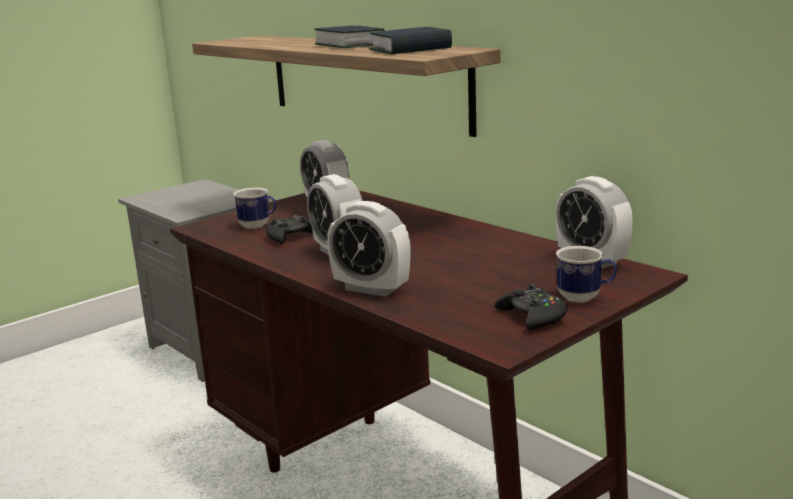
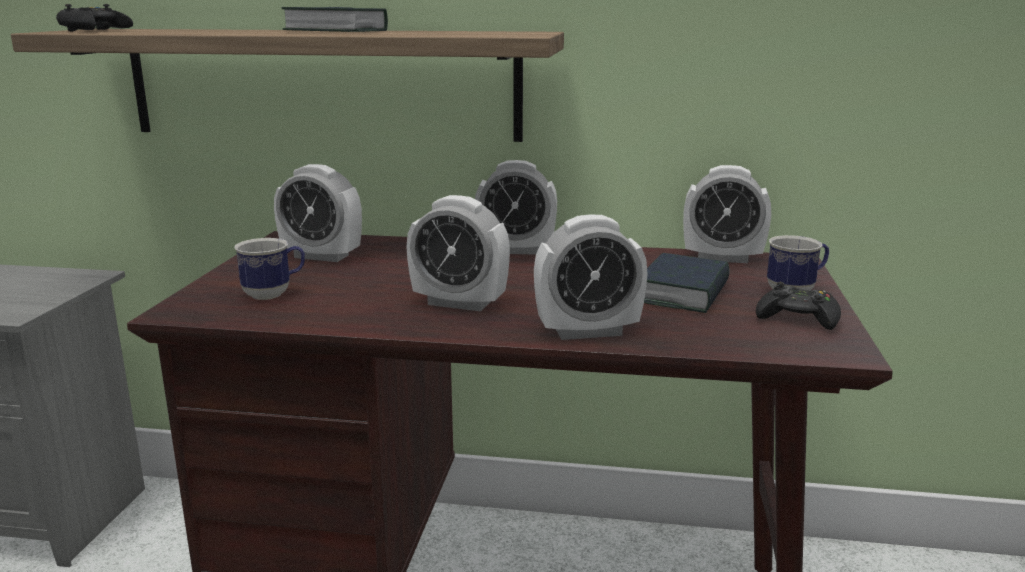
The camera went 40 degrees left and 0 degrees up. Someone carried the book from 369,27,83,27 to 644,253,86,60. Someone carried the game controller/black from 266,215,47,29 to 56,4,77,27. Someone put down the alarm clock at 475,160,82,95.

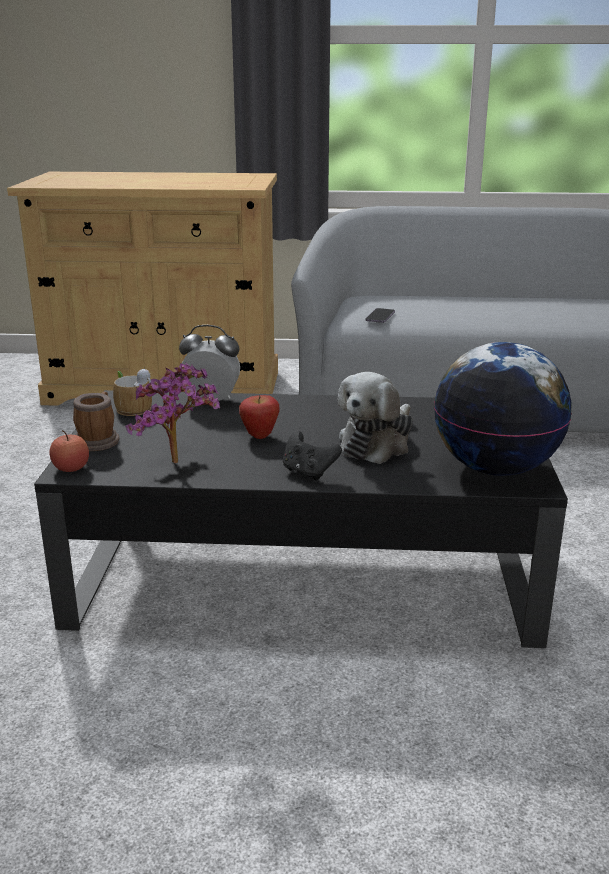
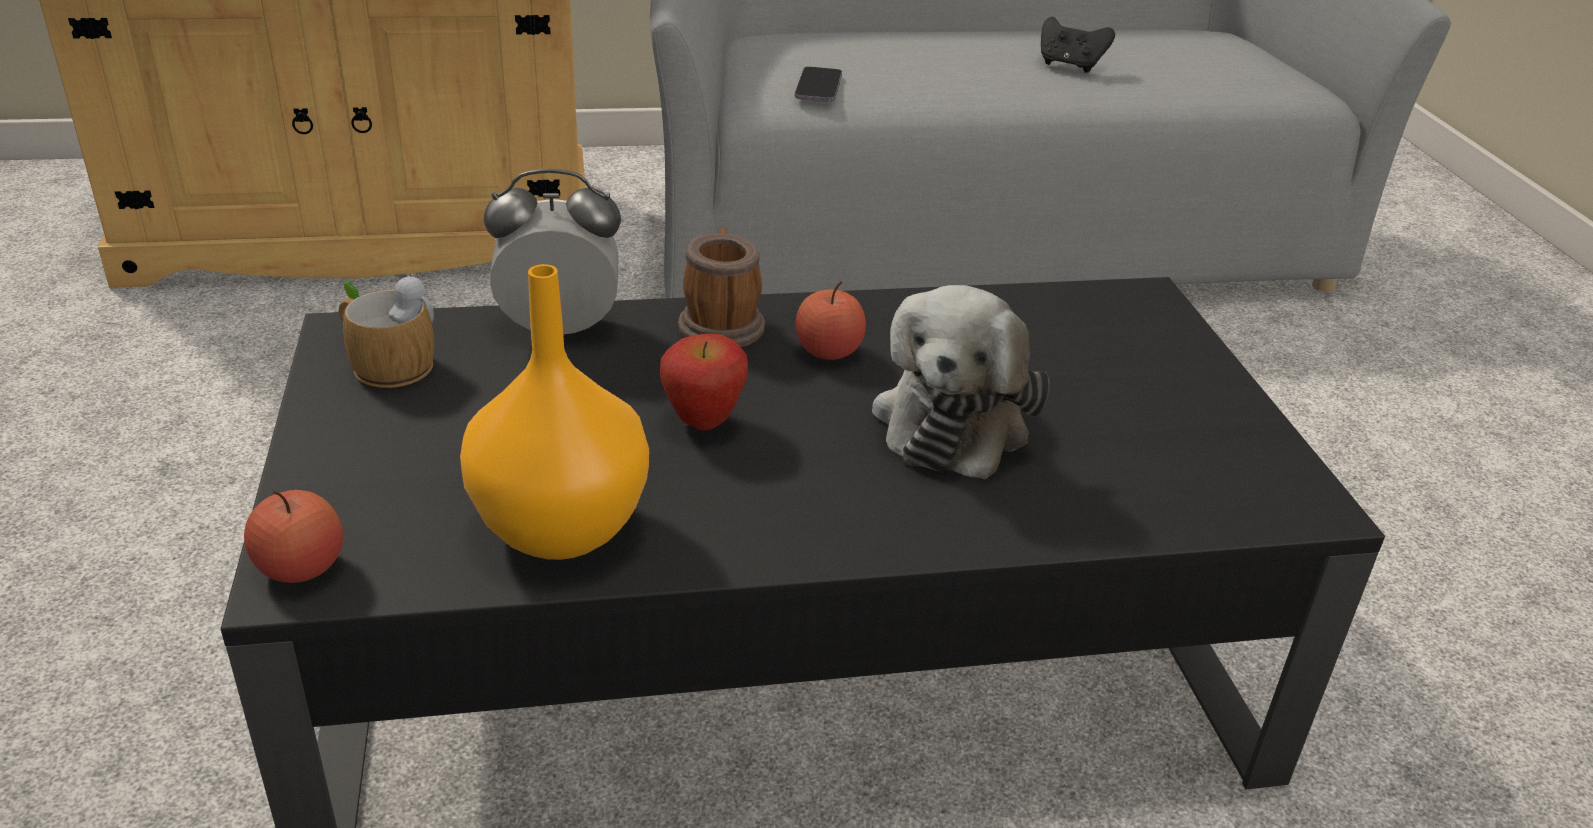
The camera went 15 degrees left and 10 degrees up. Someone took away the globe at 434,342,138,134. Someone swapped the potted plant at 125,362,95,101 for the vase/orange at 460,264,189,296. Someone carried the mug from 73,392,47,59 to 678,228,87,119. Someone carried the game controller/black from 283,431,59,50 to 1041,17,74,56. Someone put down the apple at 796,281,70,79.

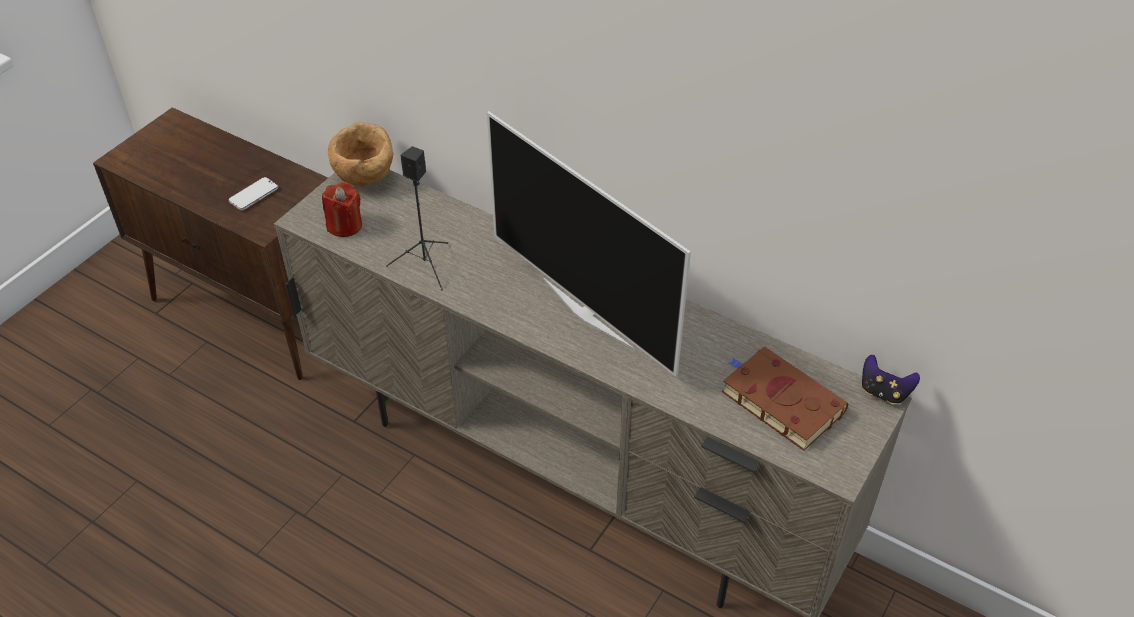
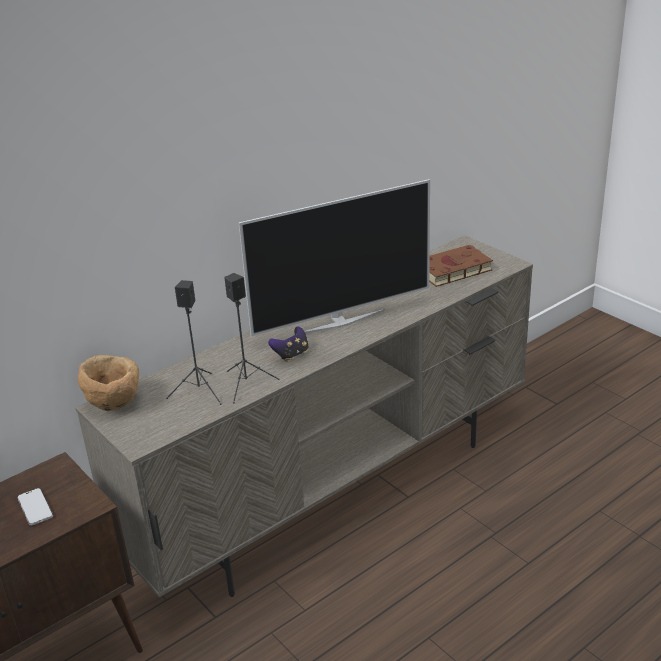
The camera went 70 degrees left and 15 degrees down. Someone took away the candle/red at 322,182,40,55. Someone carried the game controller from 862,355,58,49 to 268,327,41,35. Someone put down the speaker/black at 166,280,56,125.

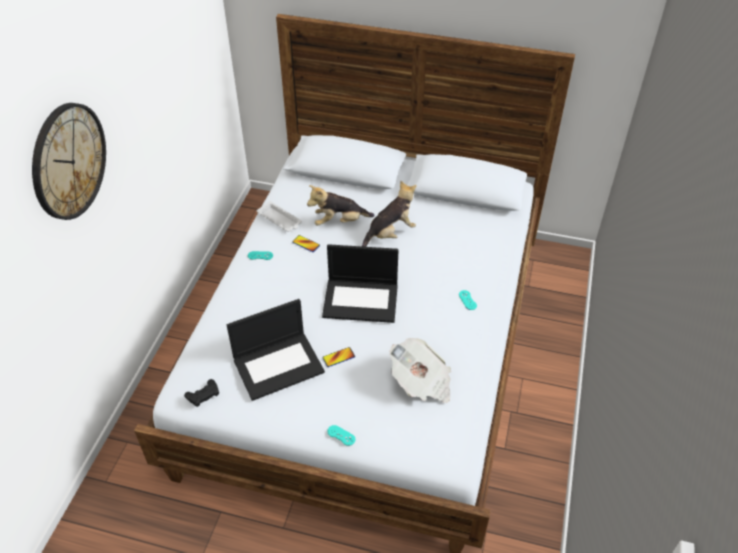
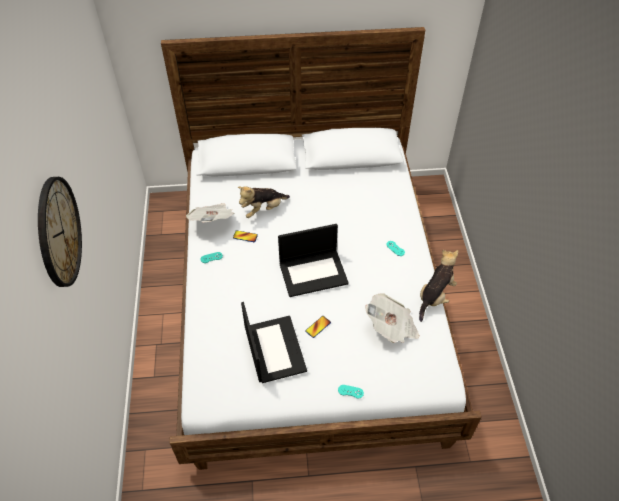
The camera went 20 degrees left and 5 degrees up. Someone carried the plush toy from 362,181,55,66 to 419,250,39,72. Someone swapped the tray/white at 257,201,45,31 for the newspaper at 186,203,49,20. Someone rotated the laptop at 227,299,98,102 by 60 degrees counterclockwise. Someone took away the game controller/black at 184,379,35,28.

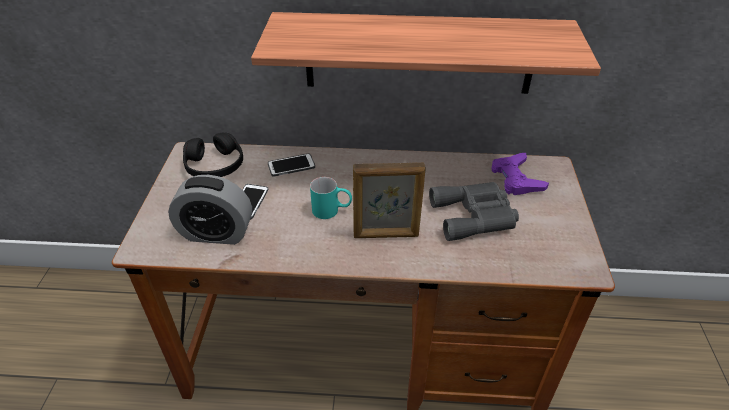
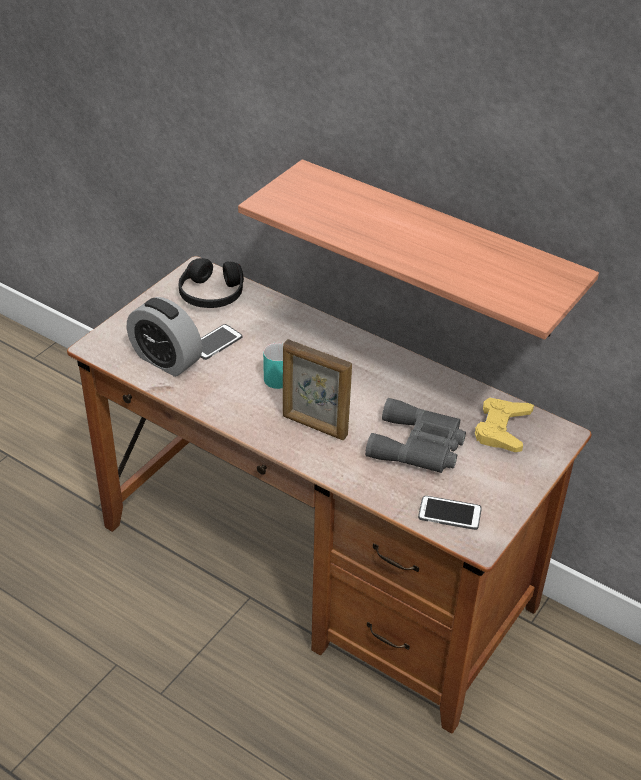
The camera went 30 degrees right and 0 degrees up. Someone repainted the game controller/purple at 492,153,57,42, which became the game controller/yellow at 475,398,59,54. Someone carried the phone from 268,154,47,22 to 418,496,64,34.

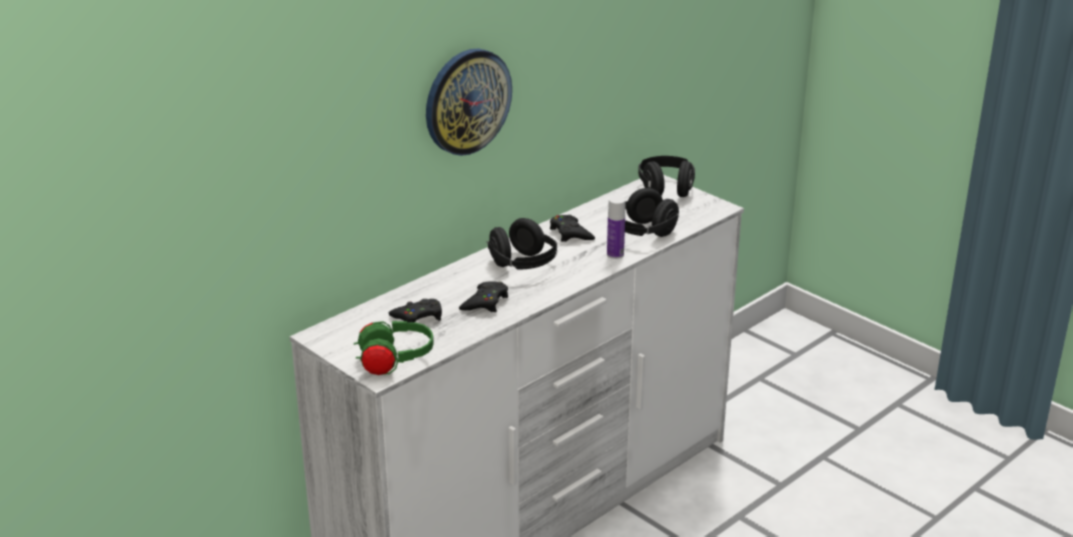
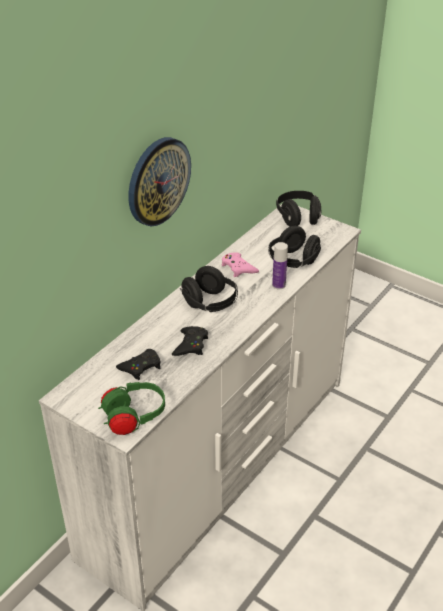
The camera went 10 degrees left and 10 degrees up. Someone repainted the game controller/black at 550,215,45,27, which became the game controller/pink at 222,252,37,25.

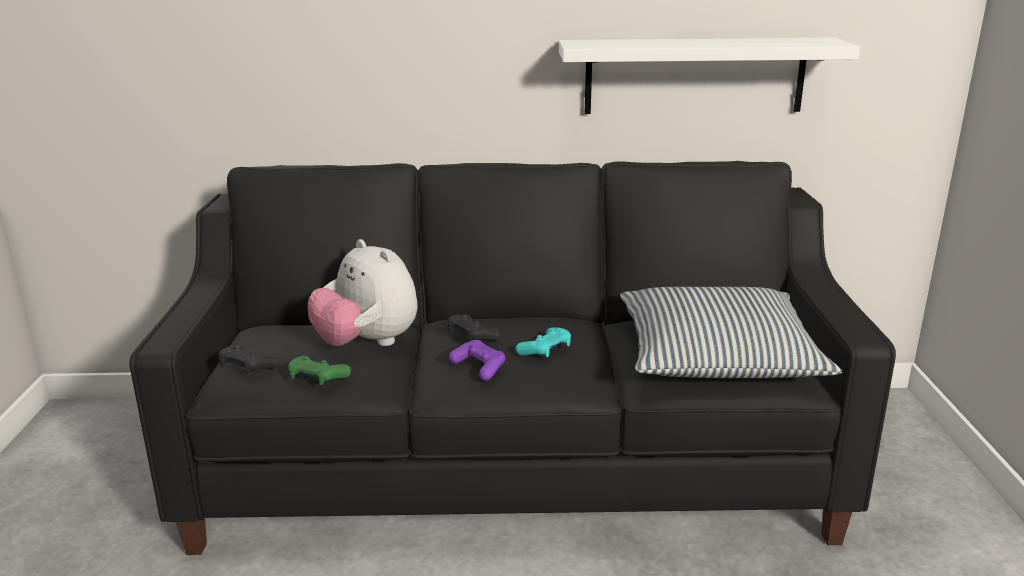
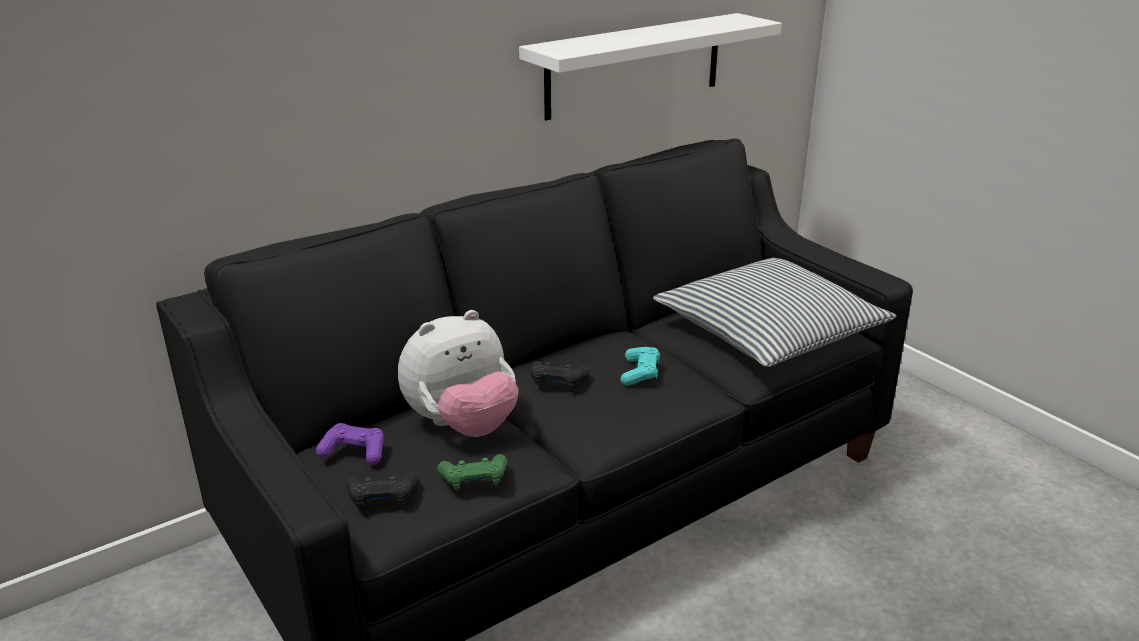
The camera went 35 degrees left and 5 degrees up. Someone rotated the plush toy at 308,239,109,107 by 45 degrees counterclockwise. Someone carried the game controller/purple from 449,340,56,41 to 316,423,68,42.

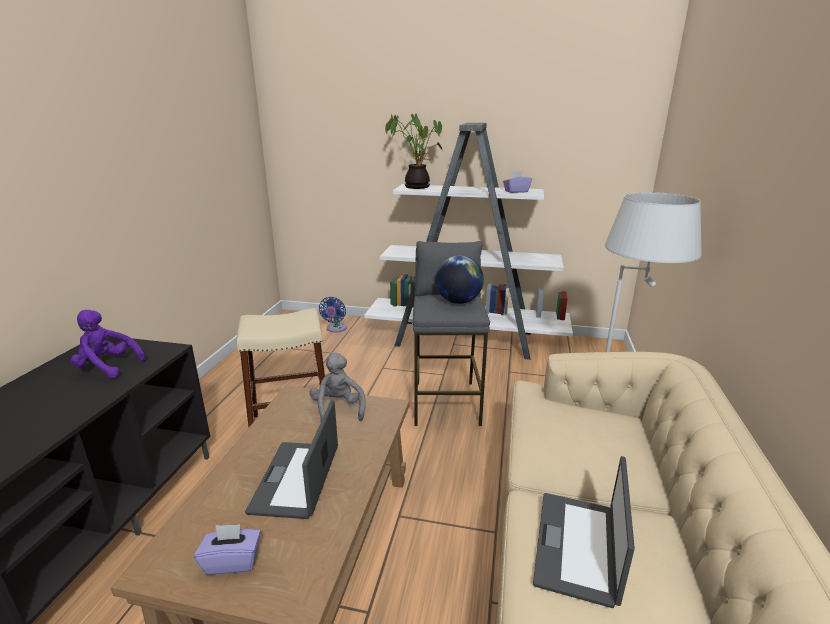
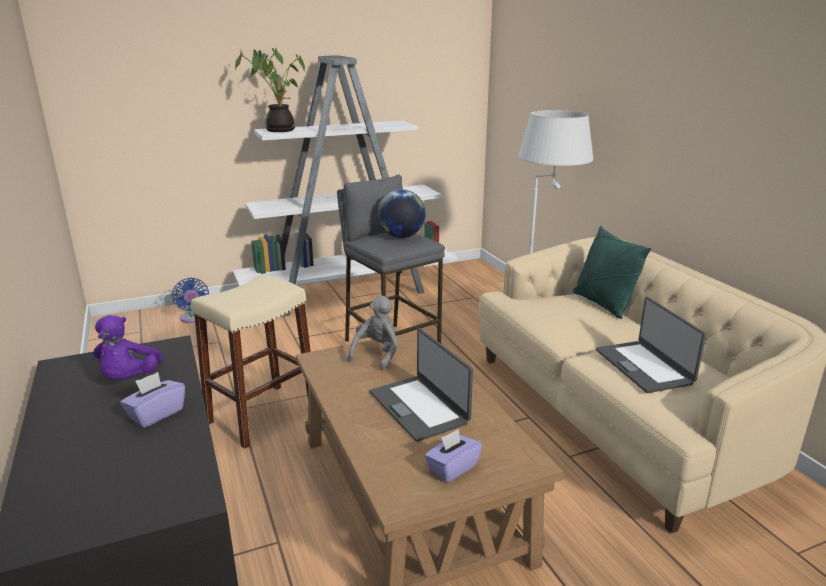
The camera went 35 degrees left and 0 degrees up. Someone carried the tissue box/purple from 503,171,29,22 to 120,372,65,56. Someone rotated the plush toy/purple at 71,310,74,68 by 75 degrees counterclockwise. Someone rotated the plush toy/grey at 309,352,57,69 by 75 degrees clockwise. Someone put down the pillow/green at 573,226,78,93.

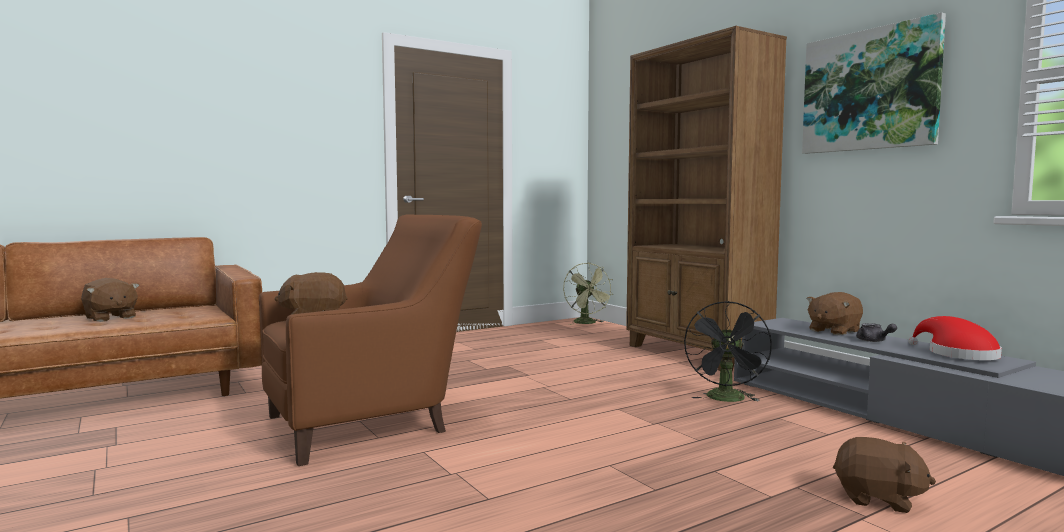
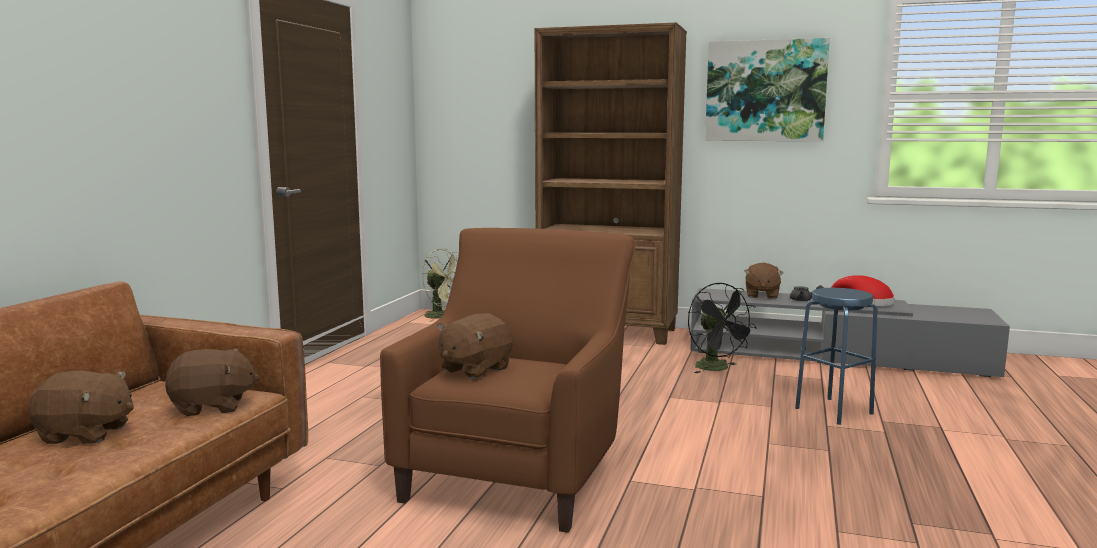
The camera went 40 degrees left and 5 degrees up. Someone carried the plush toy/brown from 833,437,103,76 to 165,348,95,68. Someone put down the stool/blue at 795,288,83,137.

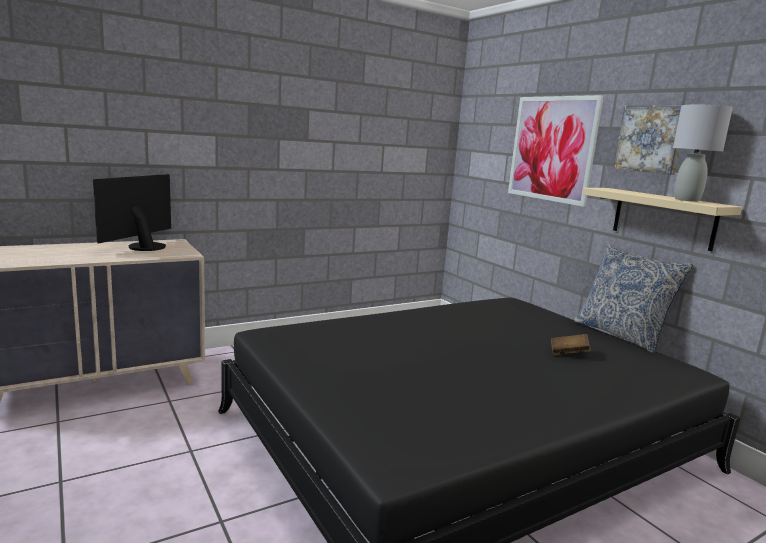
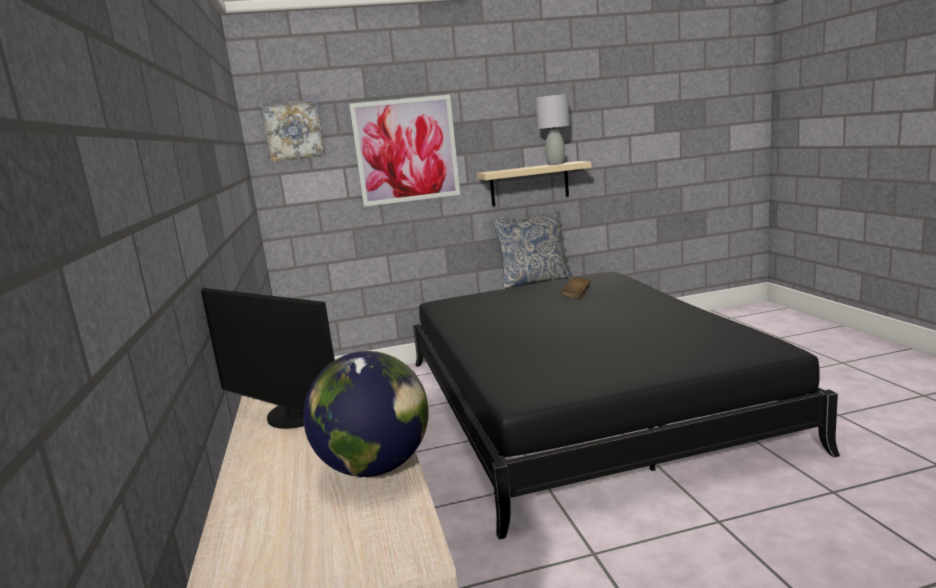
The camera went 70 degrees left and 0 degrees up. Someone carried the picture from 614,105,68,70 to 260,99,66,63. Someone put down the globe at 303,351,126,126.

